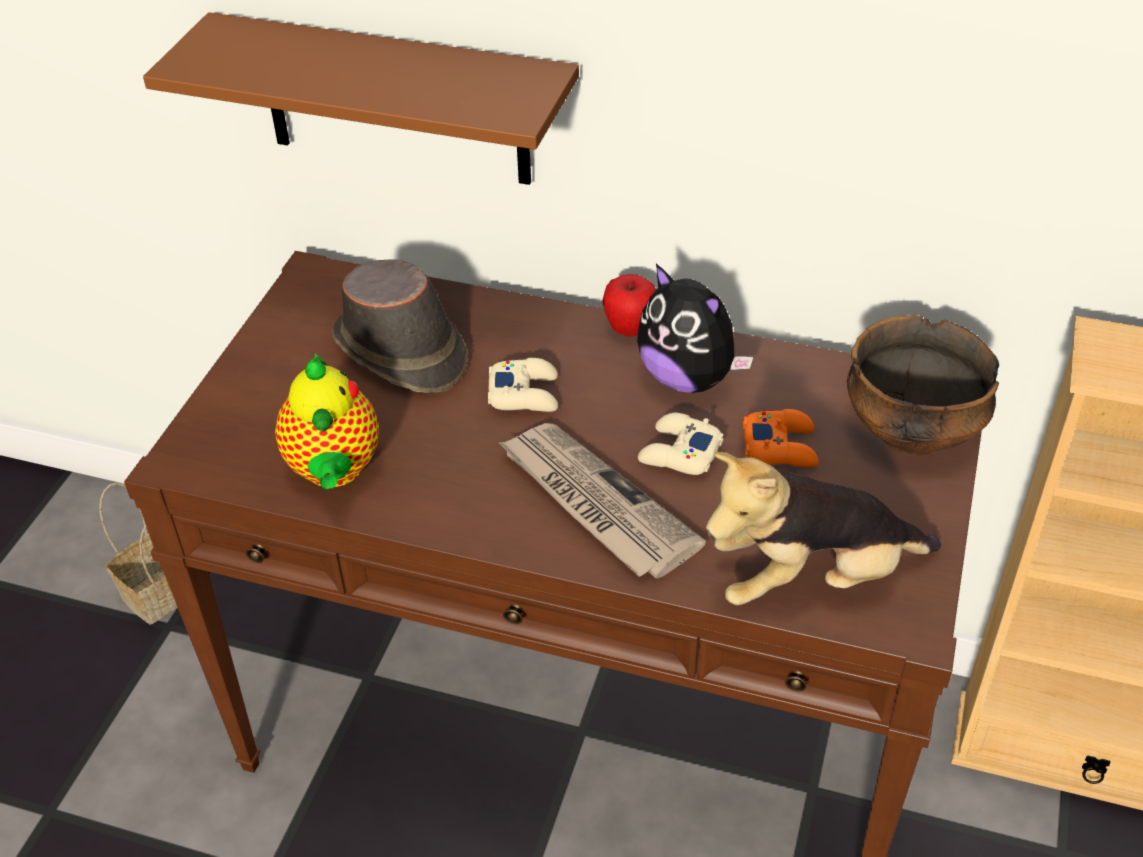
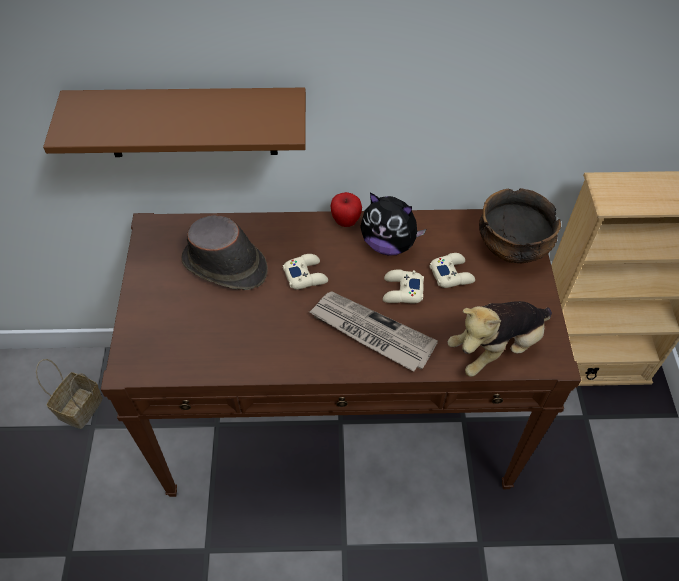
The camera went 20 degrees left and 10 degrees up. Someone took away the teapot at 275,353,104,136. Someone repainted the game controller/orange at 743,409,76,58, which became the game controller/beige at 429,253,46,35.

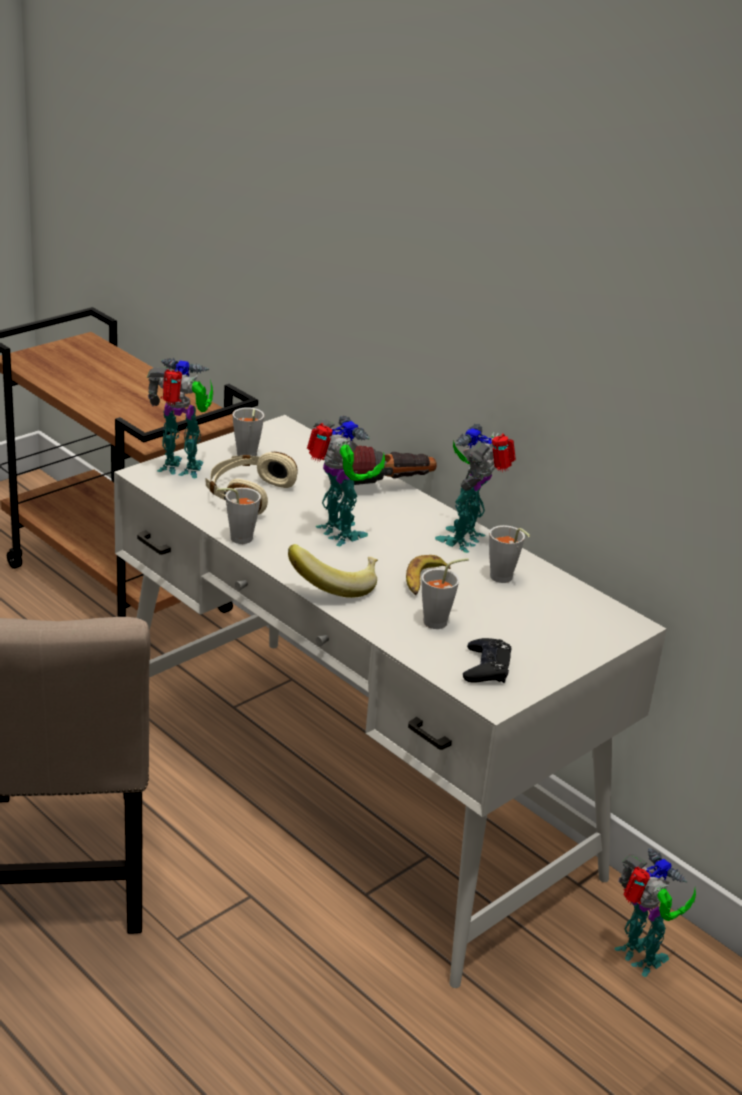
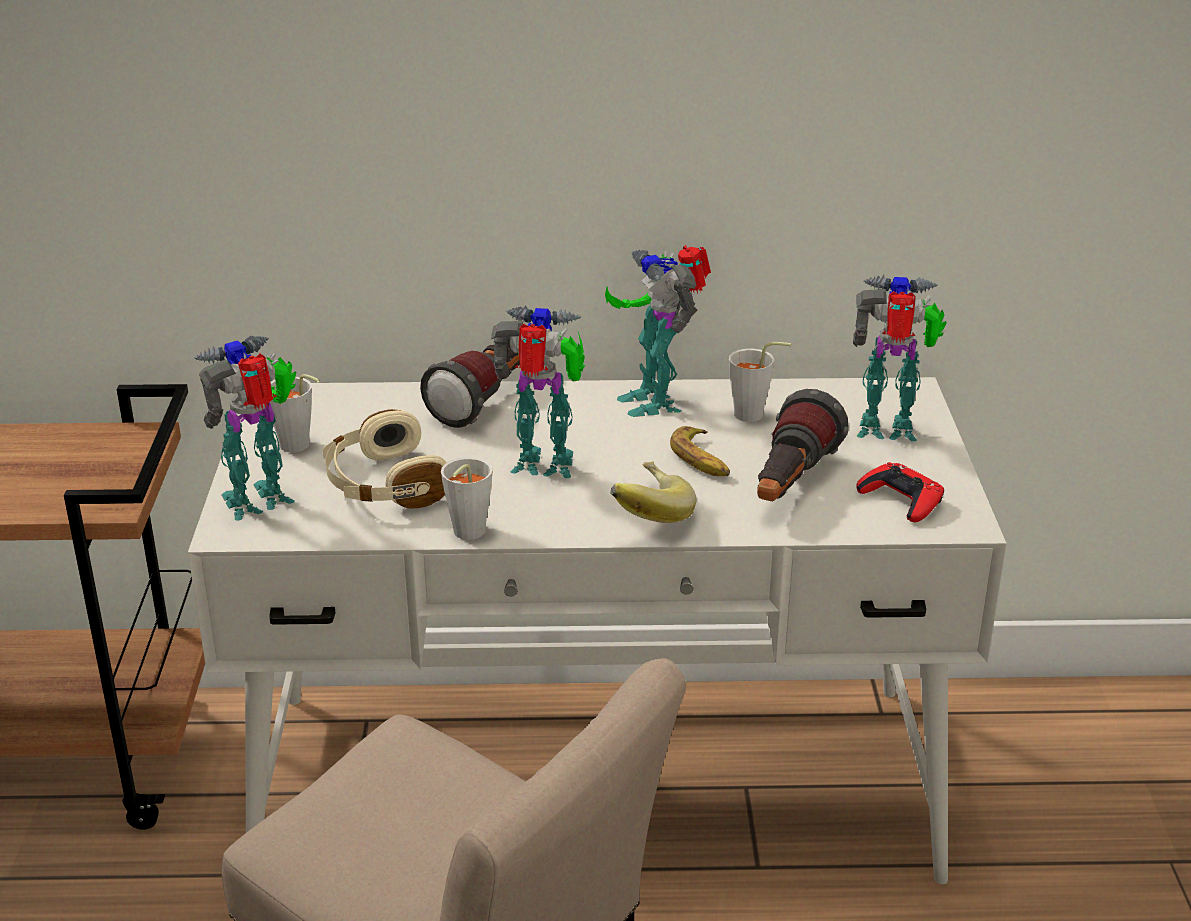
The camera went 45 degrees left and 0 degrees up. Someone swapped the cup/grey at 422,558,47,71 for the flashlight at 757,389,92,112. Someone repainted the game controller/black at 463,638,49,45, which became the game controller/red at 856,462,88,60. Someone carried the toy robot from 614,848,82,129 to 853,275,94,166.

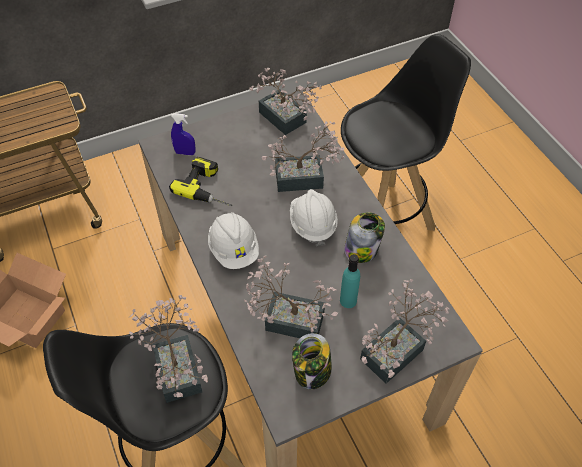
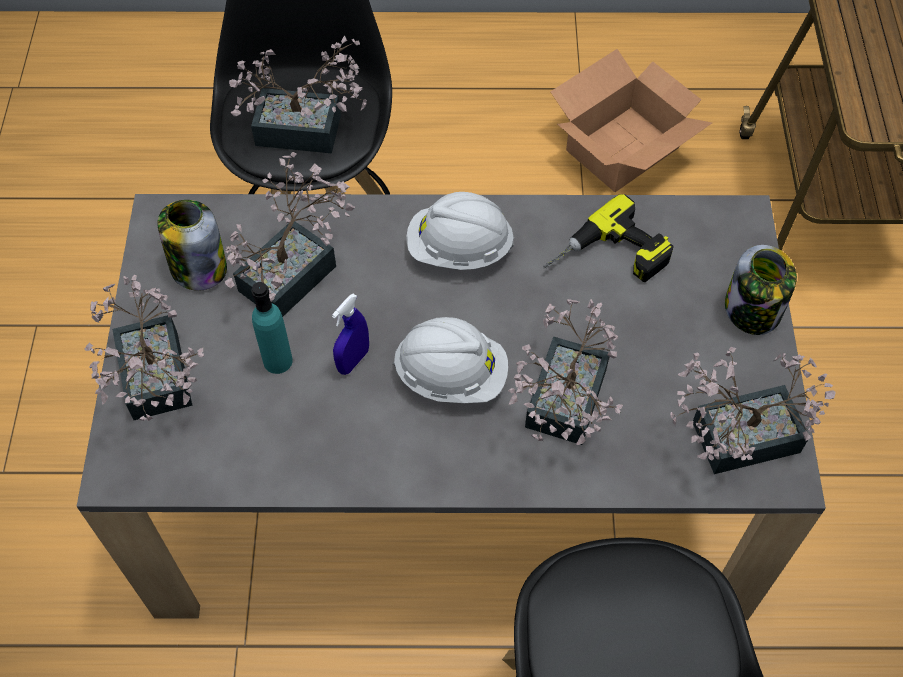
The camera went 115 degrees right and 5 degrees up. Someone carried the spray bottle/blue from 171,113,25,42 to 332,294,37,81. Someone carried the jar from 344,212,41,51 to 725,245,72,90.

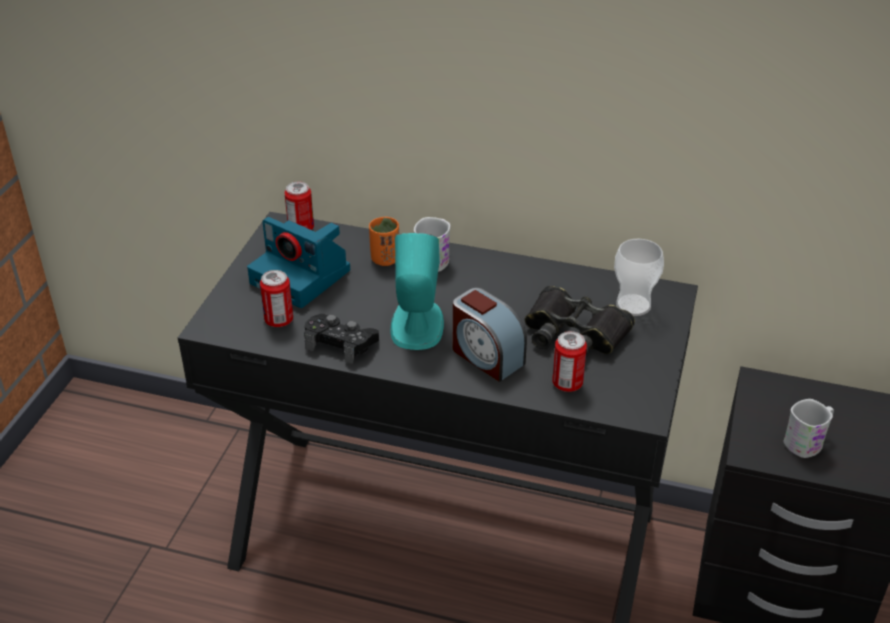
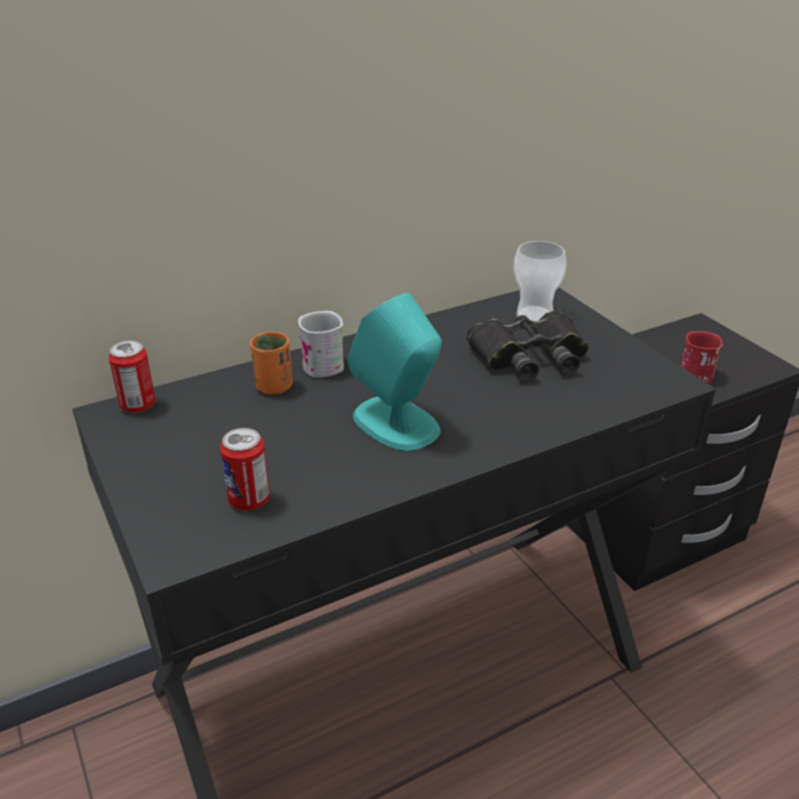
The camera went 45 degrees left and 5 degrees down. Someone took away the photo camera at 247,217,103,91. Someone took away the alarm clock at 453,288,74,94. Someone took away the game controller/black at 304,314,75,50. Someone took away the can at 552,331,35,61. Someone repainted the mug/white at 784,399,50,59, which became the mug/red at 681,331,42,53.

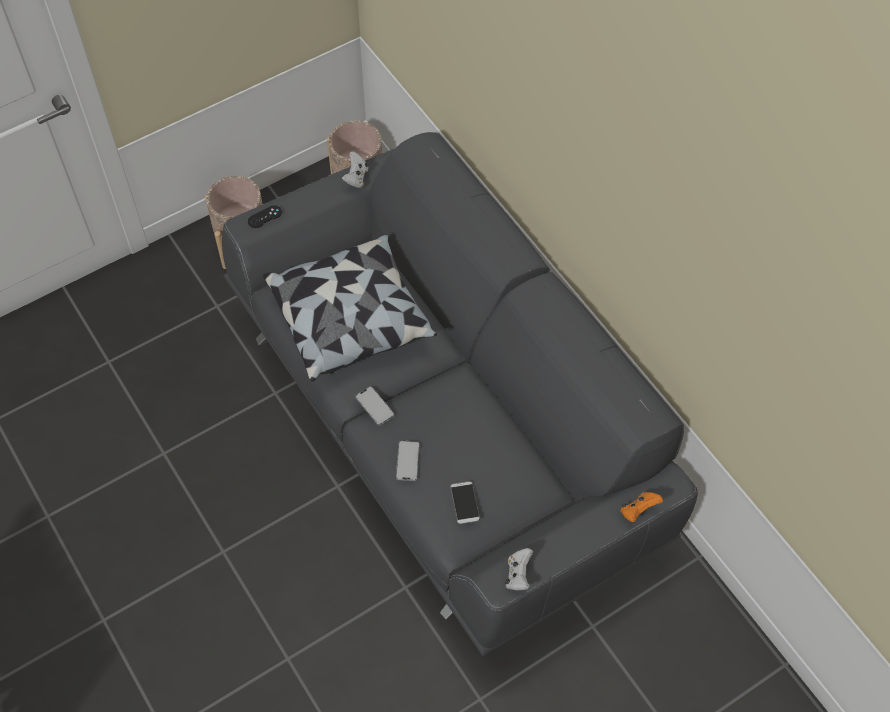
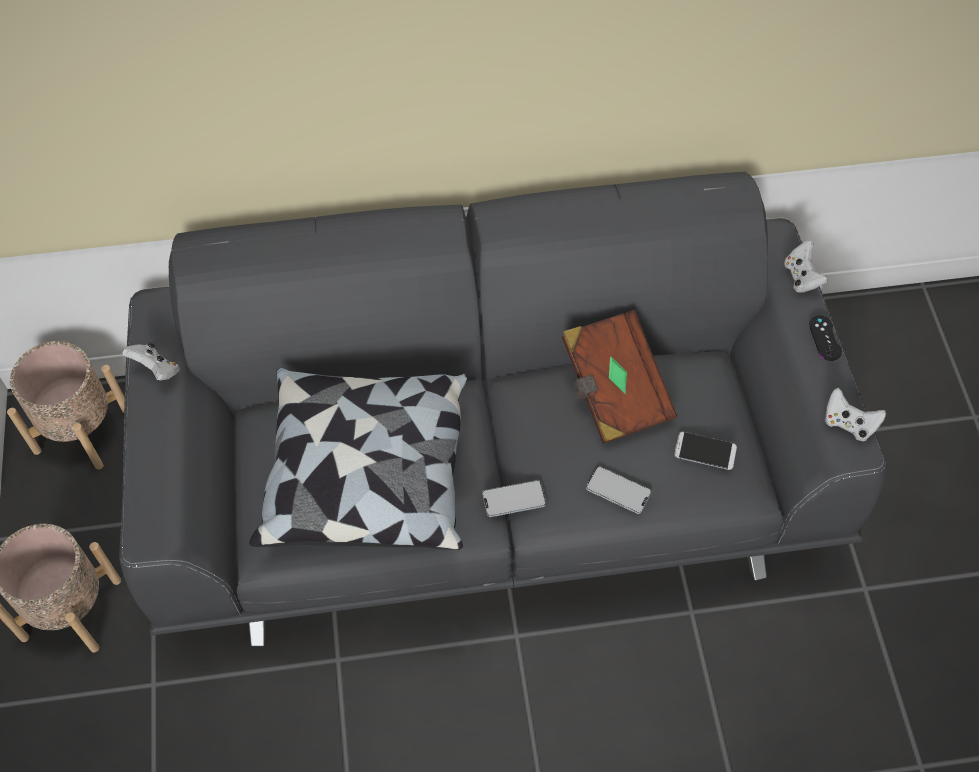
The camera went 65 degrees left and 0 degrees up. Someone carried the game controller/black from 248,205,34,23 to 809,315,33,46. Someone repainted the game controller/orange at 621,492,42,30, which became the game controller/white at 784,240,44,53. Someone put down the book/brown at 562,310,116,134.

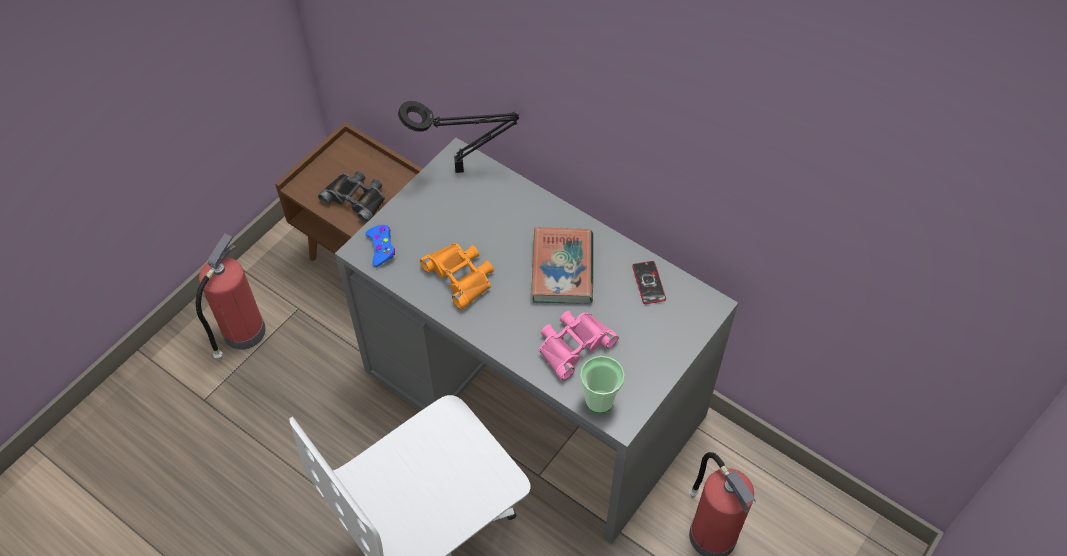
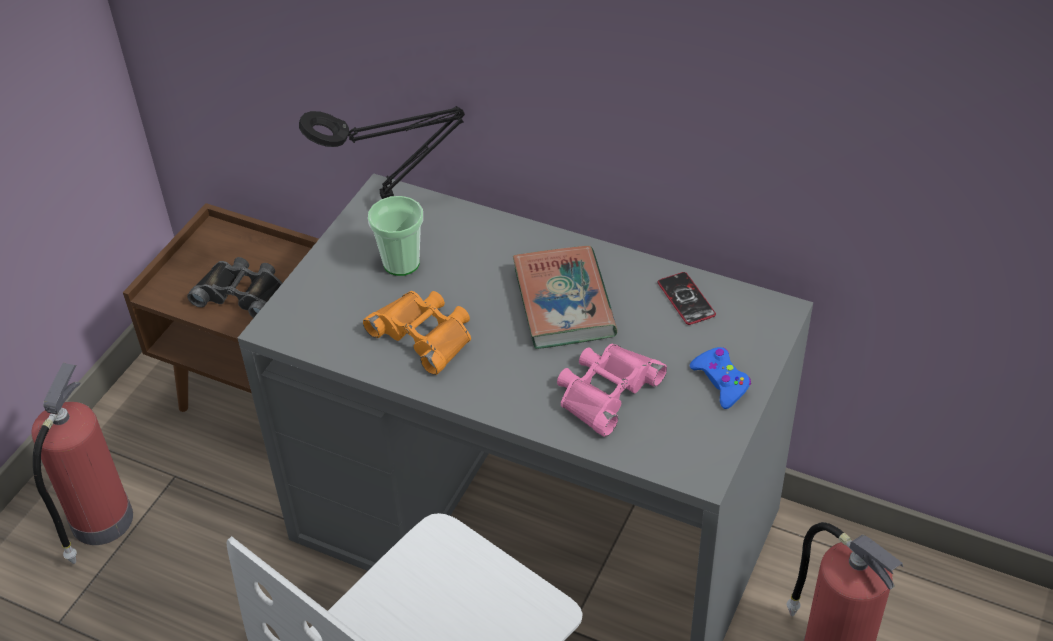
The camera went 10 degrees left and 10 degrees down. Someone carried the game controller/blue from 365,225,30,42 to 690,347,61,62. Someone carried the cup from 580,356,45,57 to 368,196,55,80.

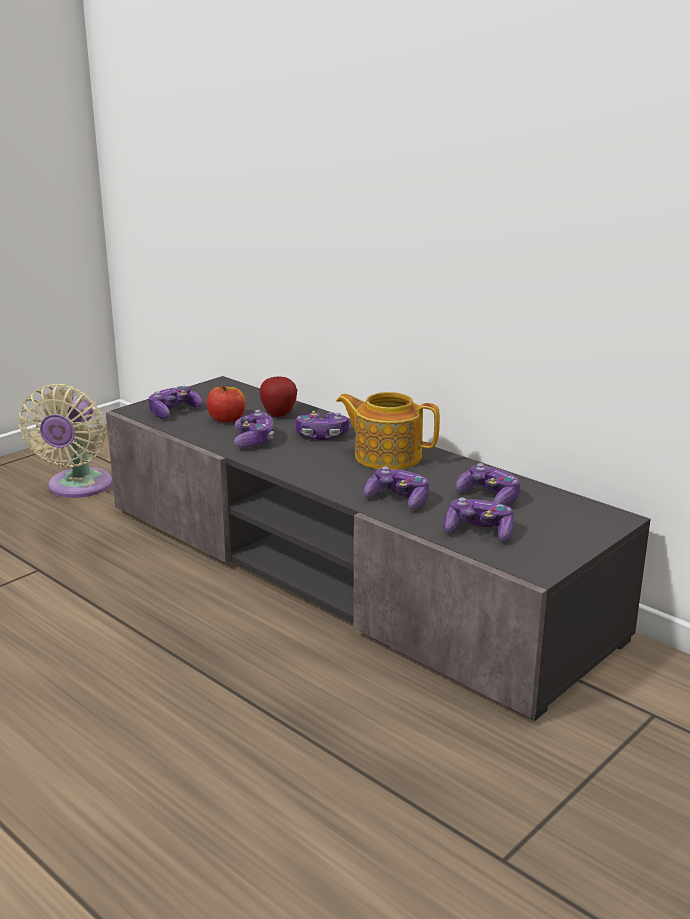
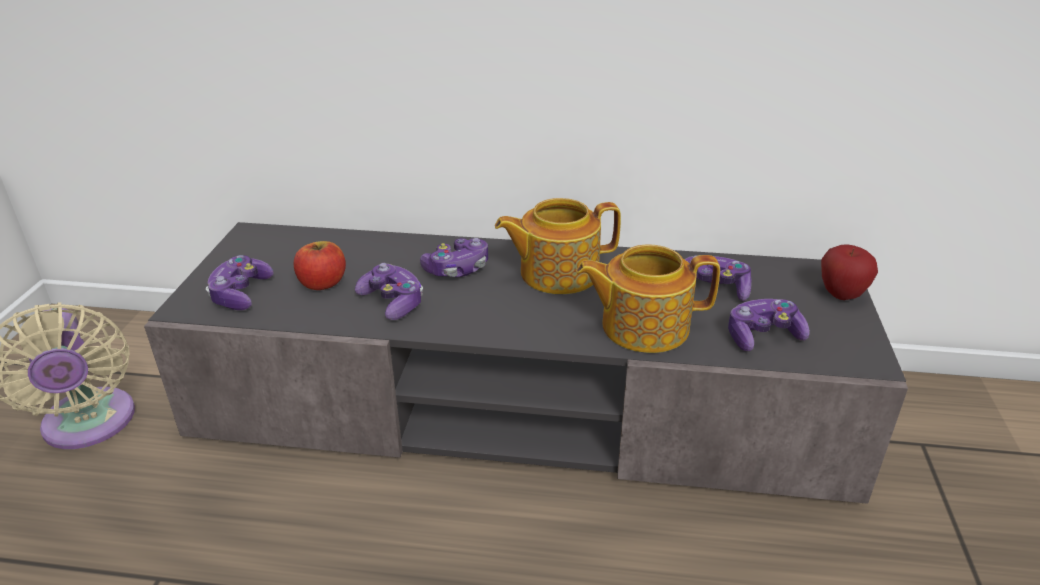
The camera went 35 degrees left and 10 degrees up. Someone carried the apple from 259,376,38,41 to 821,244,57,56. Someone swapped the game controller at 363,466,66,44 for the teapot at 576,244,144,109.

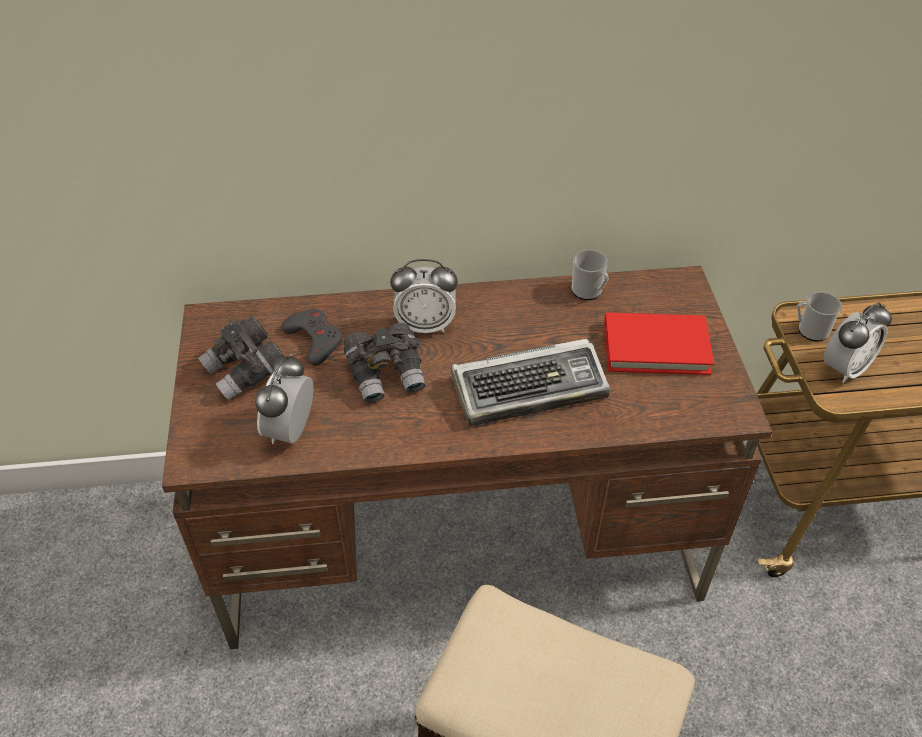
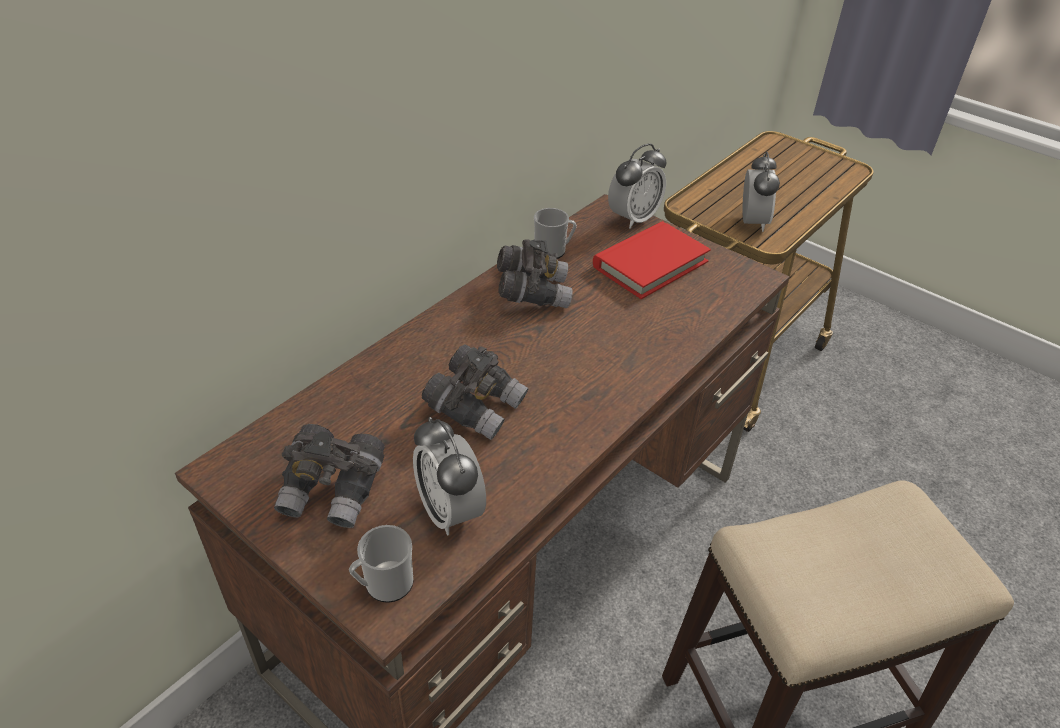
The camera went 45 degrees left and 5 degrees down. Someone carried the alarm clock from 390,259,68,74 to 608,144,58,85. Someone carried the mug from 797,292,45,50 to 349,525,64,78. Someone took away the game controller/grey at 281,309,61,57. Someone took away the keyboard at 451,339,159,87. Someone put down the binoculars/grey at 497,239,76,69.

